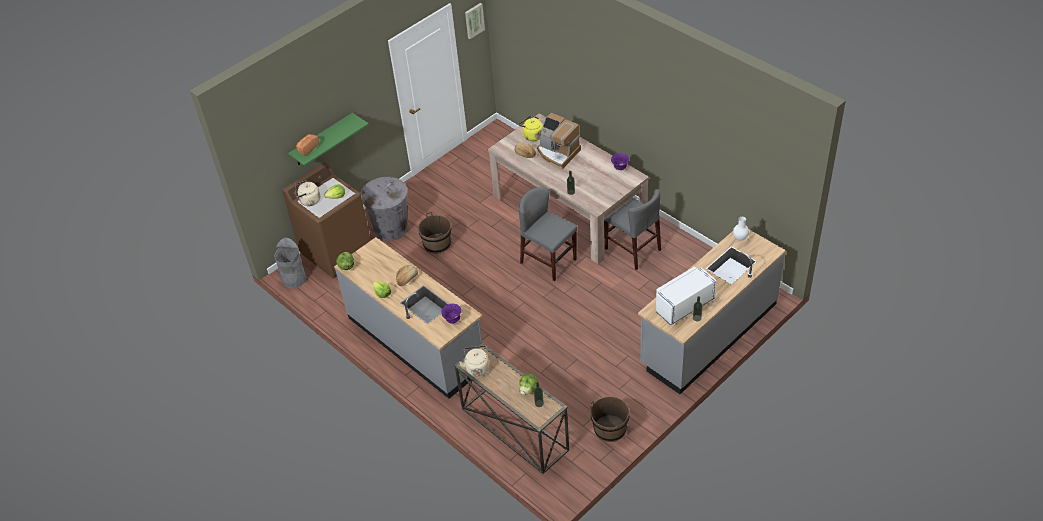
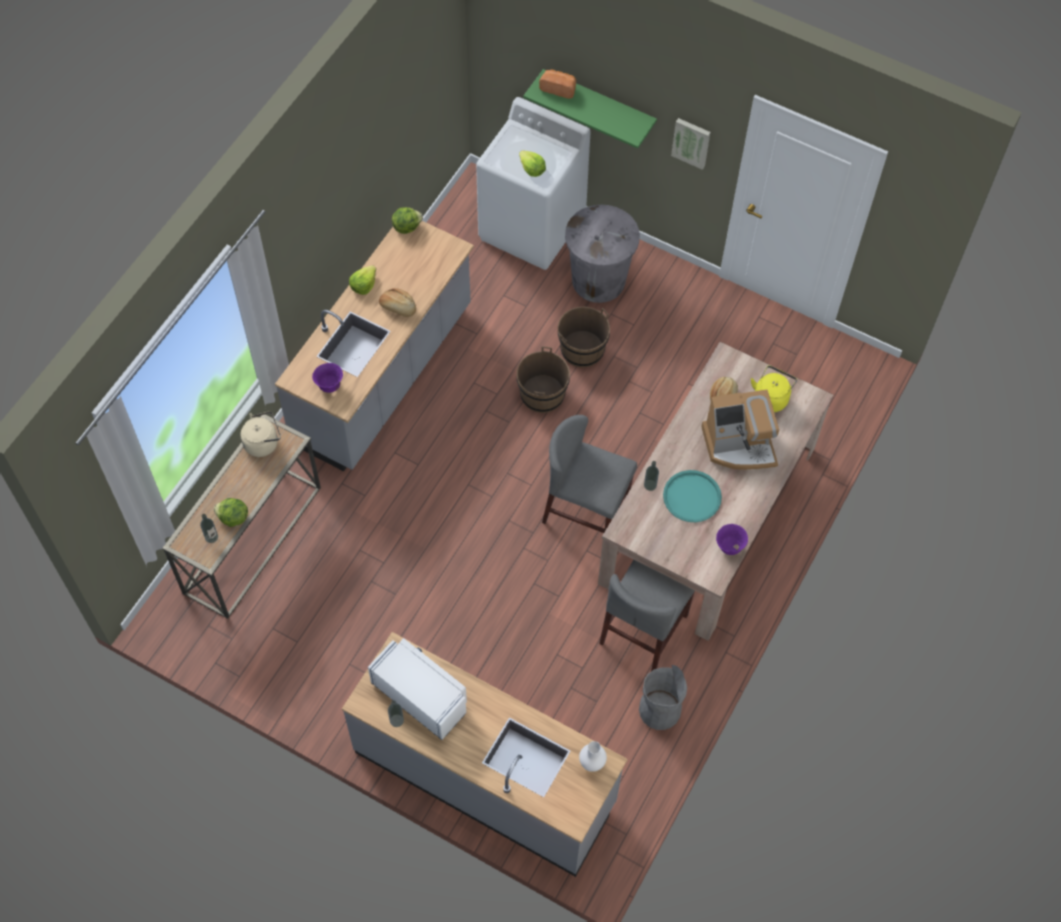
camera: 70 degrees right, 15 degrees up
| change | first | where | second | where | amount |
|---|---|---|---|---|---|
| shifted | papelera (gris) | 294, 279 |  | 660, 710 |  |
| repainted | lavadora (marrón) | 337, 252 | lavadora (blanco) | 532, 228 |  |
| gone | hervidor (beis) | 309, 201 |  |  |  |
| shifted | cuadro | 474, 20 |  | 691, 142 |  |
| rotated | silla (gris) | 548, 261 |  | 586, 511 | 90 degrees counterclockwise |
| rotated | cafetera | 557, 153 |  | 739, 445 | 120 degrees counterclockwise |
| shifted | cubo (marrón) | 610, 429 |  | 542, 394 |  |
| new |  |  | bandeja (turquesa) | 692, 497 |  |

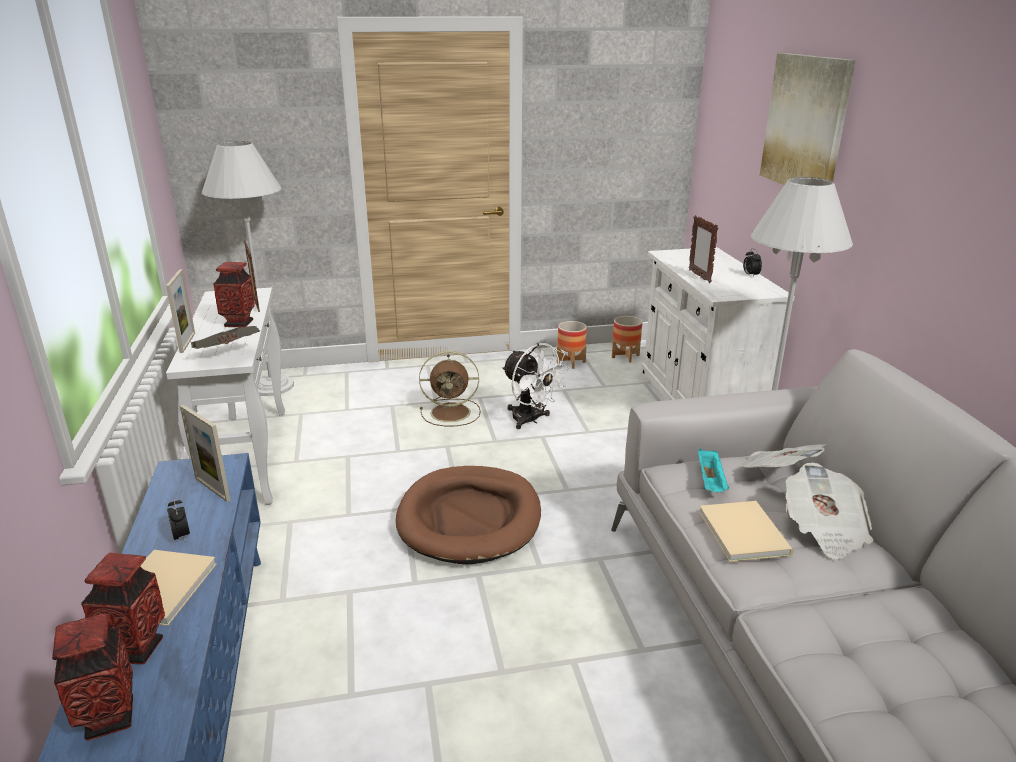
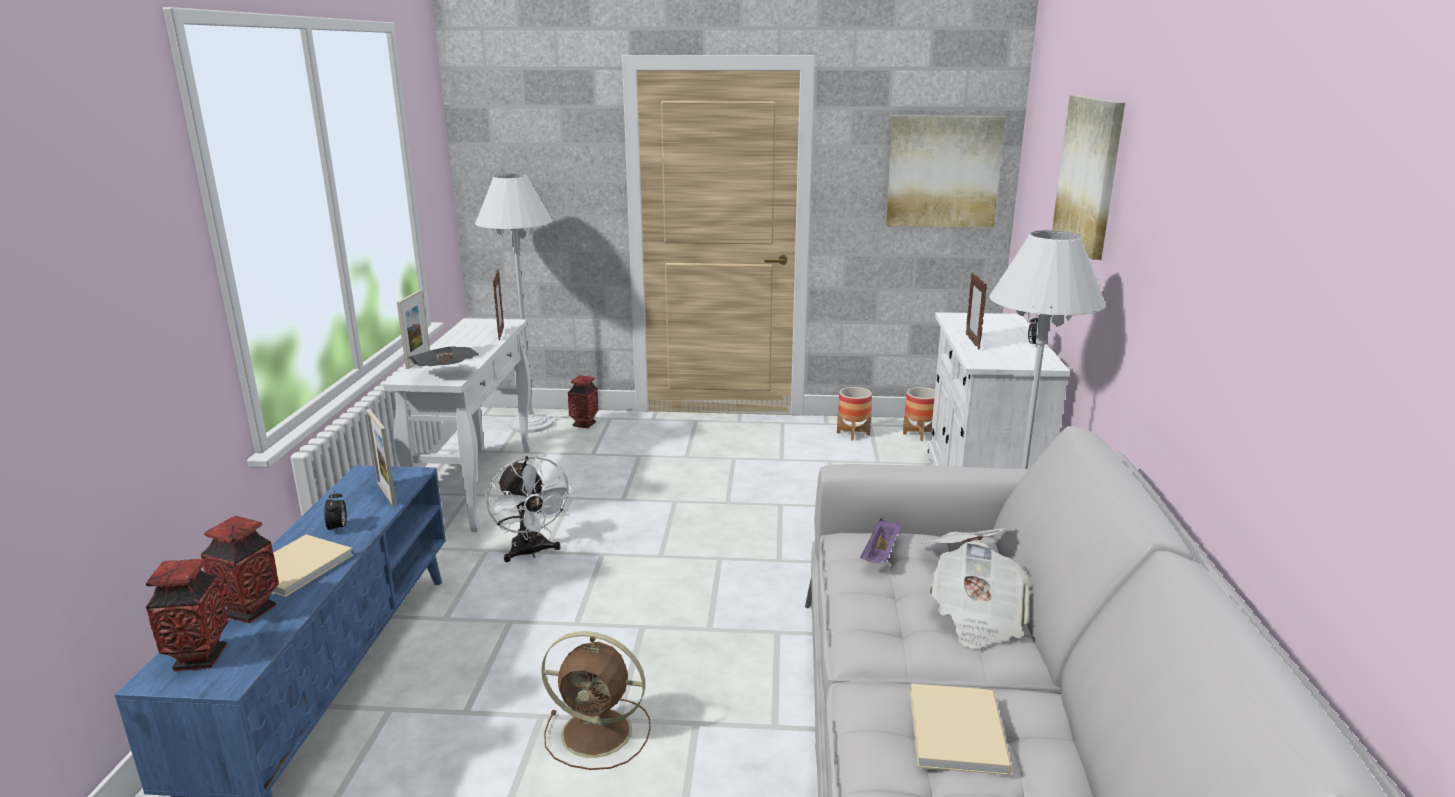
camera: 15 degrees right, 5 degrees down
| change | first | where | second | where | amount |
|---|---|---|---|---|---|
| shifted | florero | 239, 323 |  | 584, 424 |  |
| gone | cama para perro (marrón) | 469, 518 |  |  |  |
| shifted | ventilador (marrón) | 452, 412 |  | 600, 733 |  |
| shifted | ventilador (blanco) | 530, 420 |  | 531, 552 |  |
| repainted | bandeja (turquesa) | 711, 482 | bandeja (morado) | 880, 554 |  |
| shifted | libro (beis) | 744, 531 |  | 960, 729 |  |
| new |  |  | cuadro | 943, 171 |  |

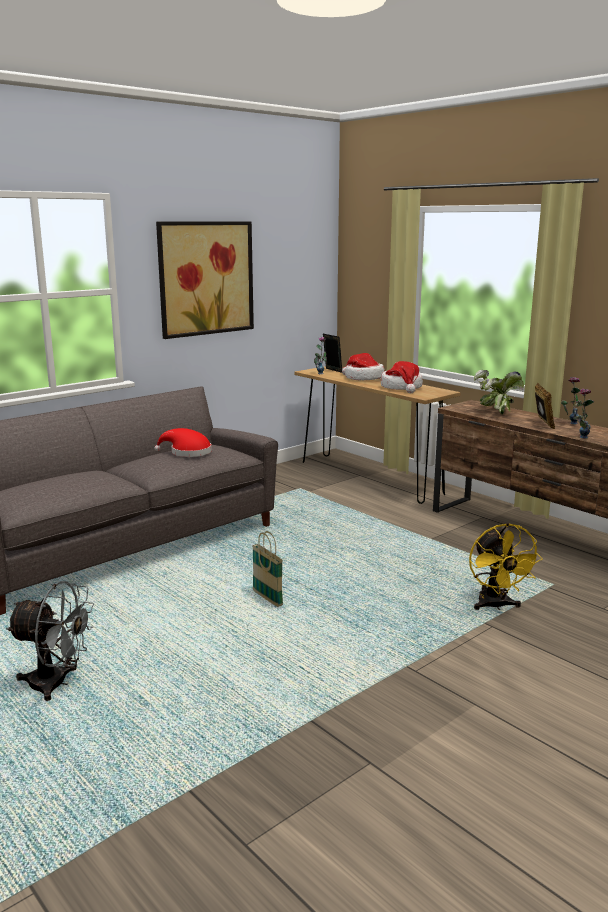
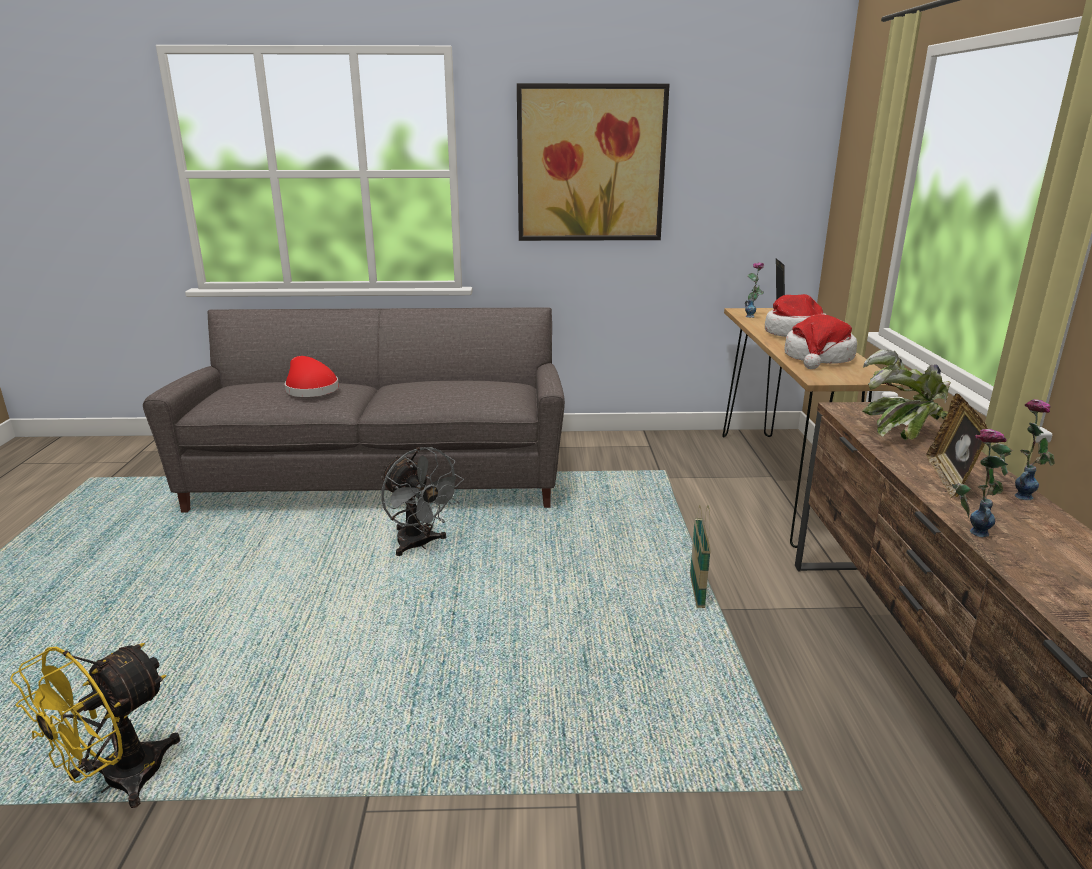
camera: 40 degrees right, 5 degrees up
| change | first | where | second | where | amount |
|---|---|---|---|---|---|
| shifted | ventilador (gris) | 57, 684 |  | 419, 545 |  |
| shifted | sombrero (rojo) | 187, 452 |  | 310, 389 |  |
| shifted | cesta | 267, 599 |  | 697, 592 |  |
| shifted | ventilador (amarillo) | 496, 606 |  | 118, 782 |  |
| rotated | portarretratos | 542, 423 |  | 949, 479 | 150 degrees clockwise |

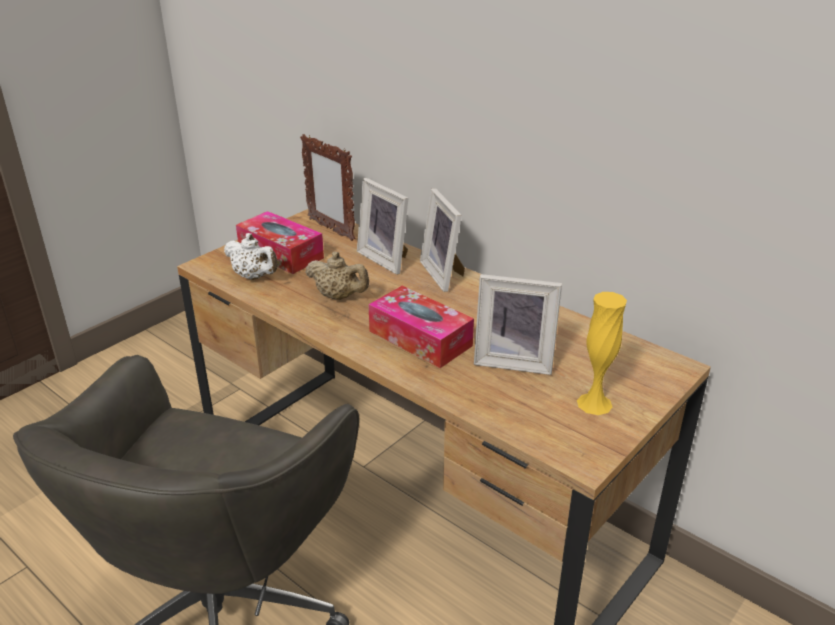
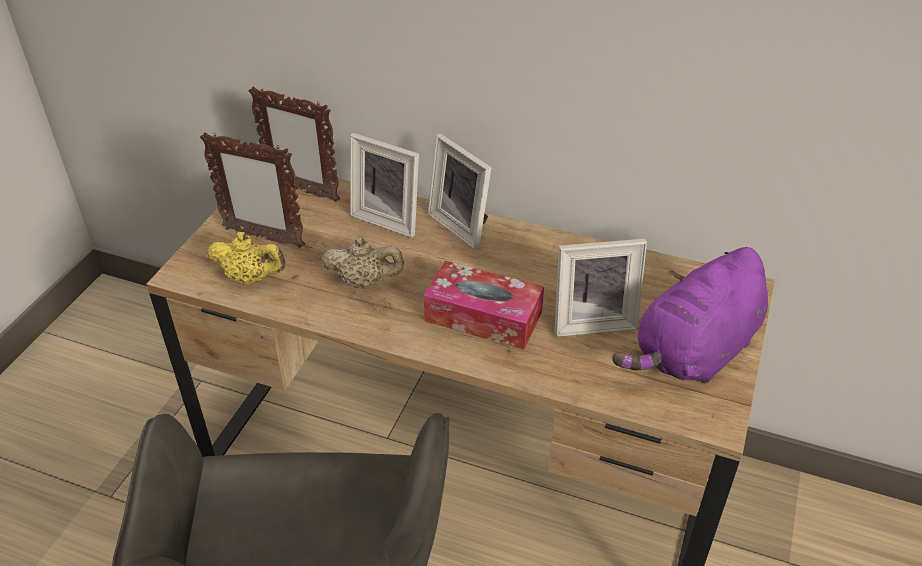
camera: 20 degrees left, 10 degrees up
| change | first | where | second | where | amount |
|---|---|---|---|---|---|
| repainted | tetera (blanco) | 254, 277 | tetera (amarillo) | 251, 278 |  |
| swapped | caja de pañuelos | 281, 253 | portarretratos | 263, 237 |  |
| swapped | florero (amarillo) | 594, 403 | peluche (morado) | 693, 352 |  |

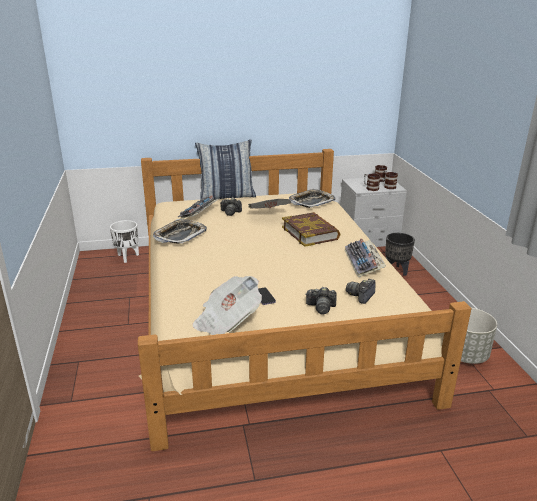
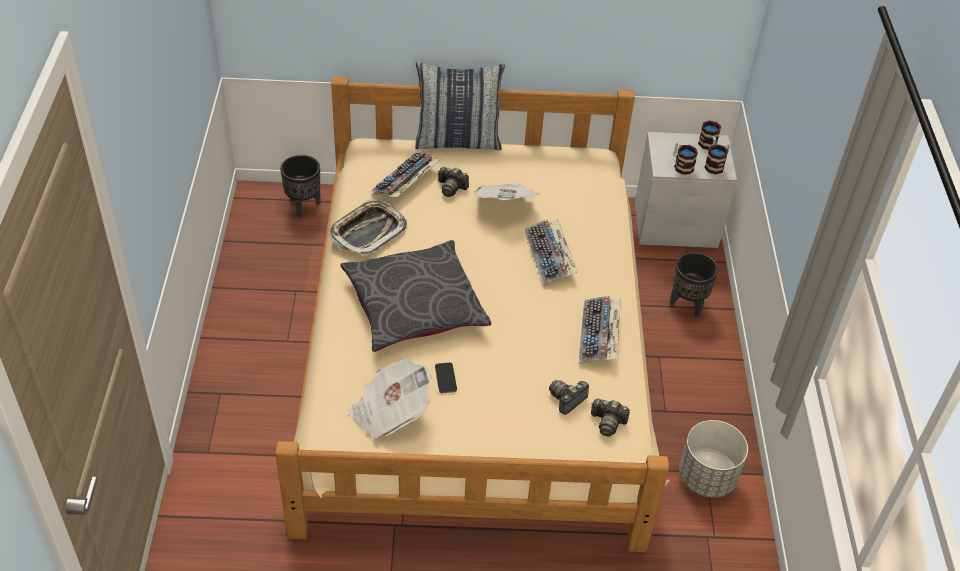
camera: 10 degrees right, 20 degrees up
| change | first | where | second | where | amount |
|---|---|---|---|---|---|
| repainted | maceta (blanco) | 127, 257 | maceta (negro) | 303, 206 |  |
| swapped | libro | 310, 233 | teclado | 550, 258 |  |
| gone | bandeja | 311, 202 |  |  |  |
| shifted | cámara | 321, 307 |  | 608, 422 |  |
| new |  |  | cojín (gris) | 414, 306 |  |

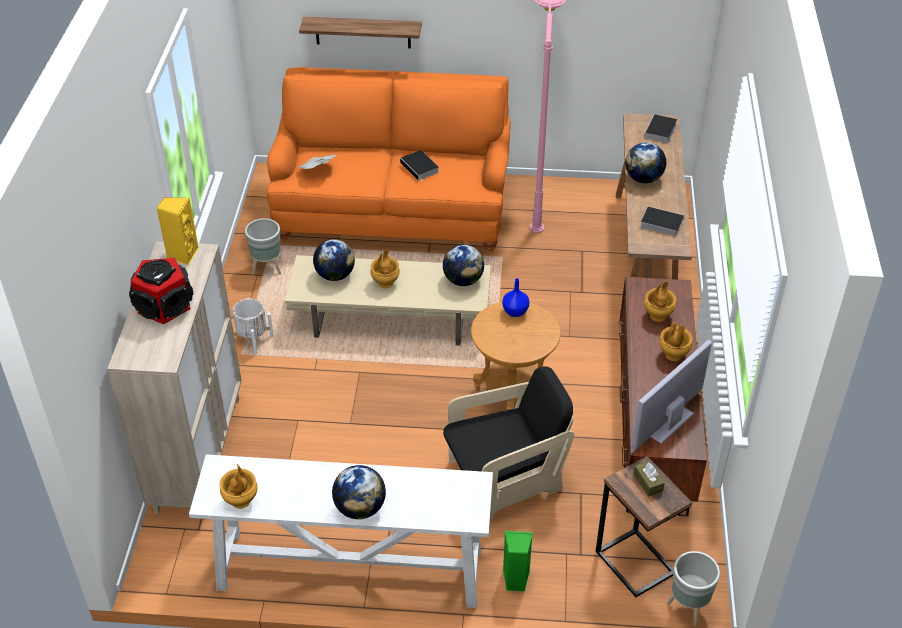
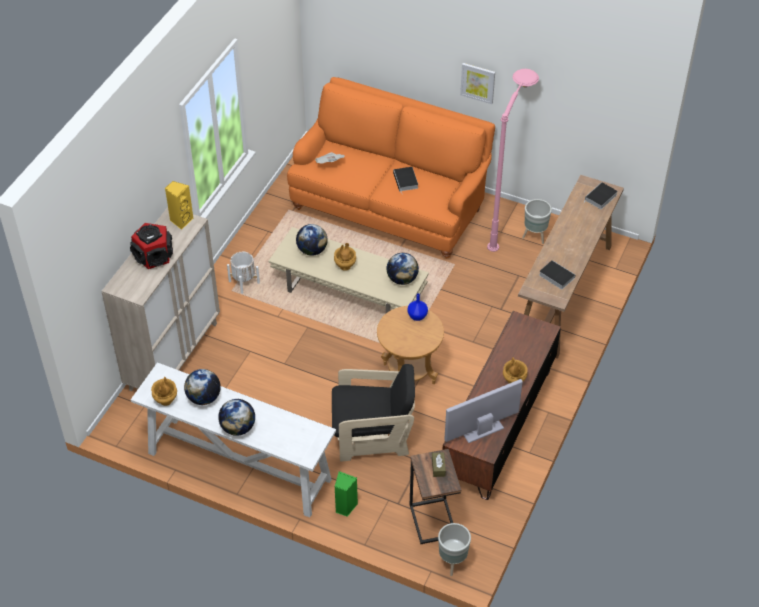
camera: 20 degrees right, 5 degrees up
| change | first | where | second | where | amount |
|---|---|---|---|---|---|
| shifted | maceta (gris) | 267, 268 |  | 534, 236 |  |
| gone | estante | 363, 32 |  |  |  |
| shifted | globo terráqueo | 643, 179 |  | 204, 398 |  |
| gone | florero (marrón) | 658, 316 |  |  |  |
| new |  |  | cuadro | 478, 82 |  |

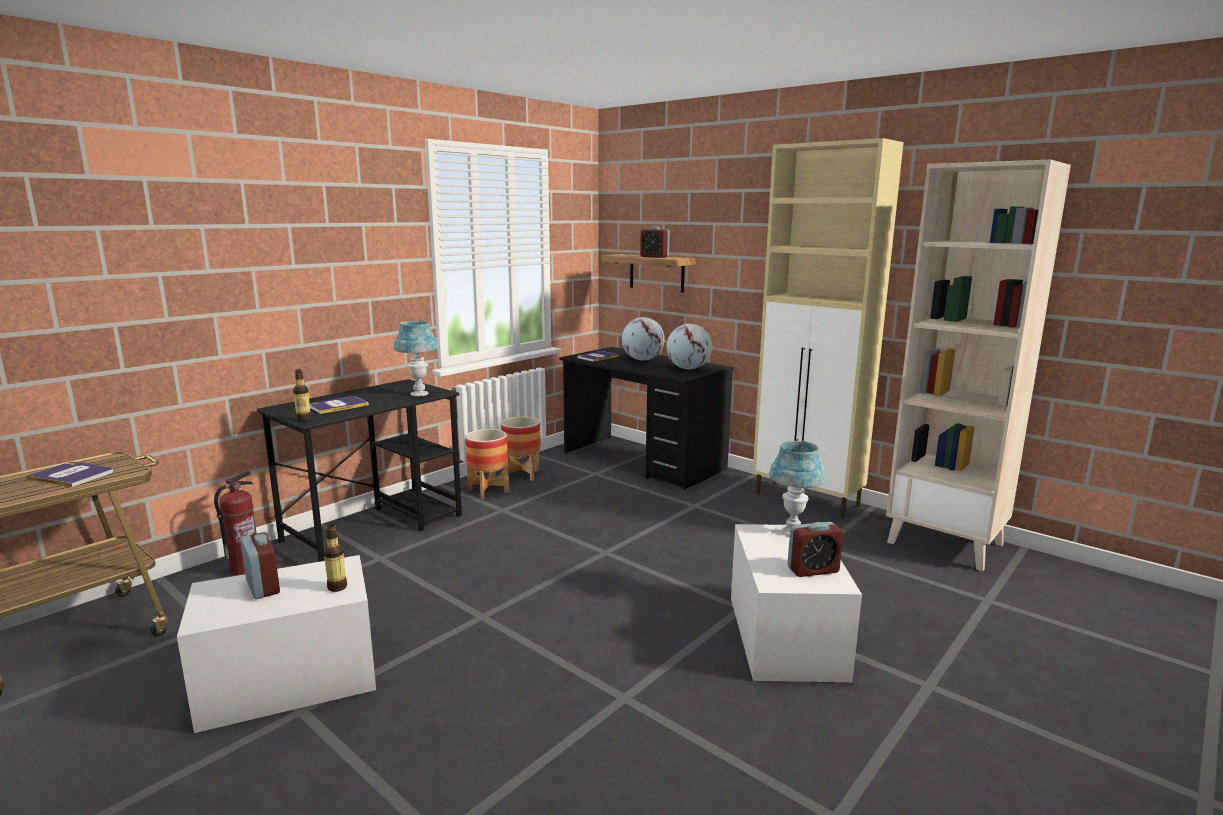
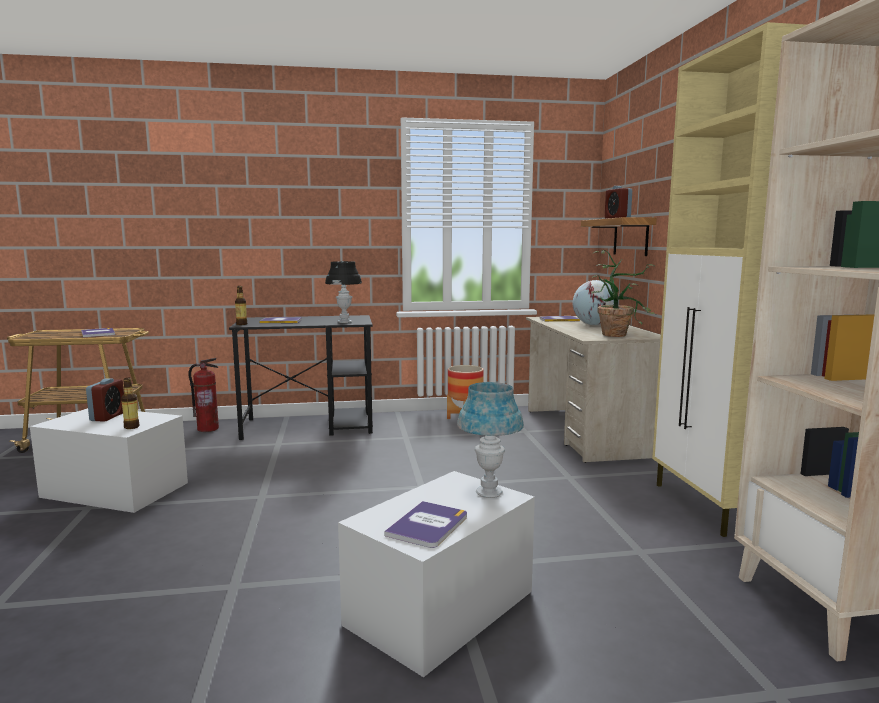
camera: 40 degrees right, 5 degrees down
| change | first | where | second | where | amount |
|---|---|---|---|---|---|
| repainted | lámpara de mesa (azul) | 419, 394 | lámpara de mesa (negro) | 344, 322 |  |
| gone | maceta | 488, 490 |  |  |  |
| repainted | escritorio (negro) | 643, 461 | escritorio (beis) | 587, 432 |  |
| swapped | globo terráqueo | 688, 369 | planta en maceta | 618, 334 |  |
| swapped | despertador | 813, 570 | libro | 428, 525 |  |

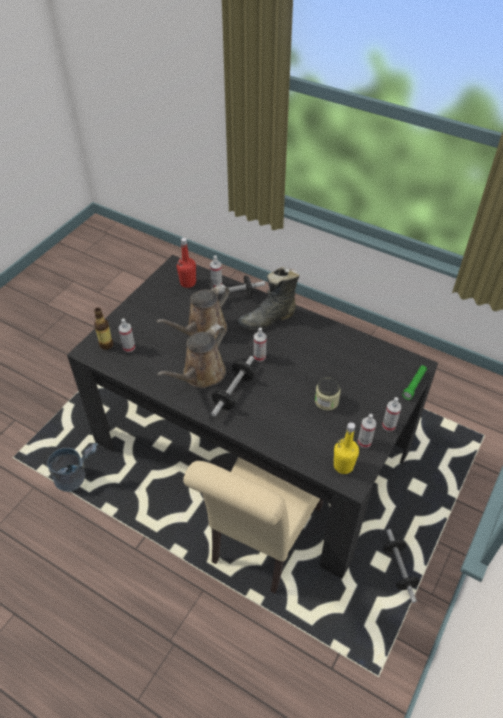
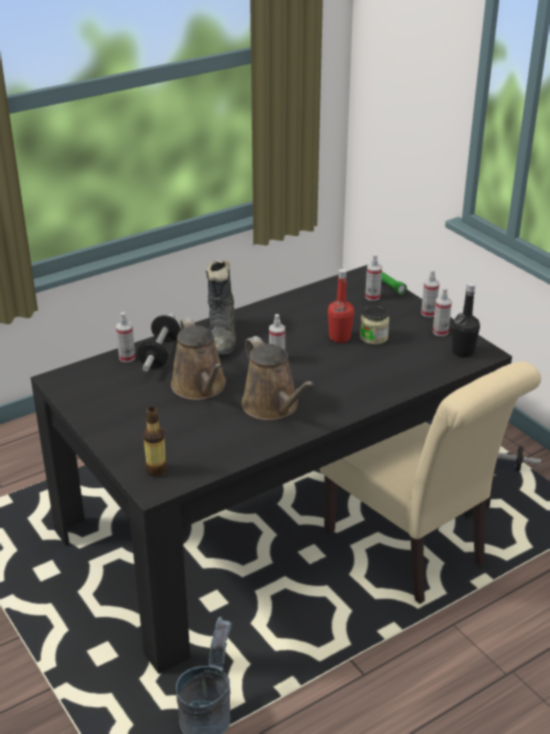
camera: 65 degrees left, 15 degrees down
| change | first | where | second | where | amount |
|---|---|---|---|---|---|
| shifted | pulverizador | 129, 347 |  | 372, 297 |  |
| shifted | botella (rojo) | 188, 283 |  | 339, 337 |  |
| gone | mancuerna | 233, 393 |  |  |  |
| repainted | botella (amarillo) | 343, 466 | botella (negro) | 463, 352 |  |

